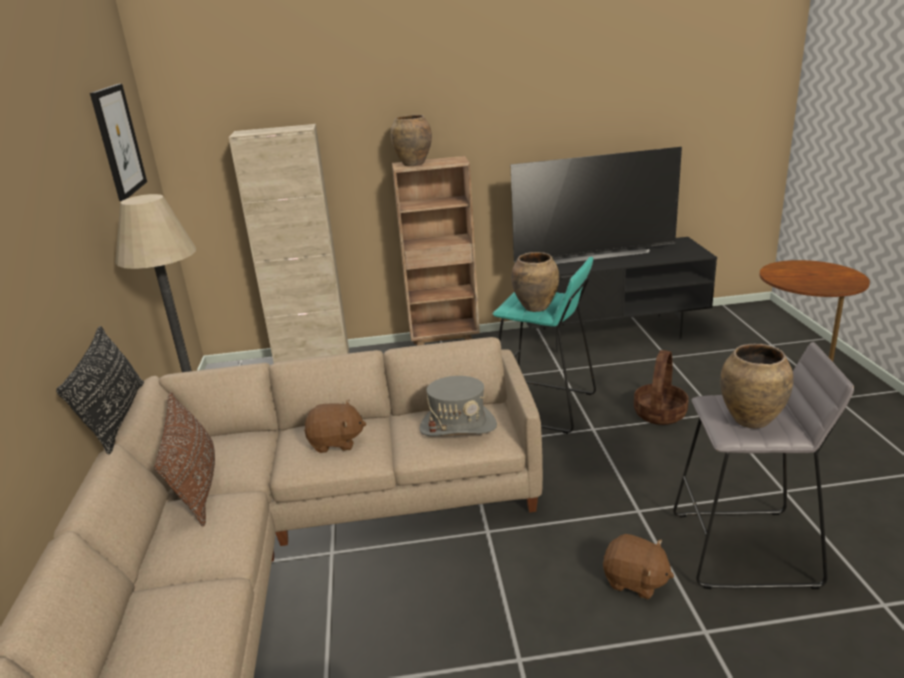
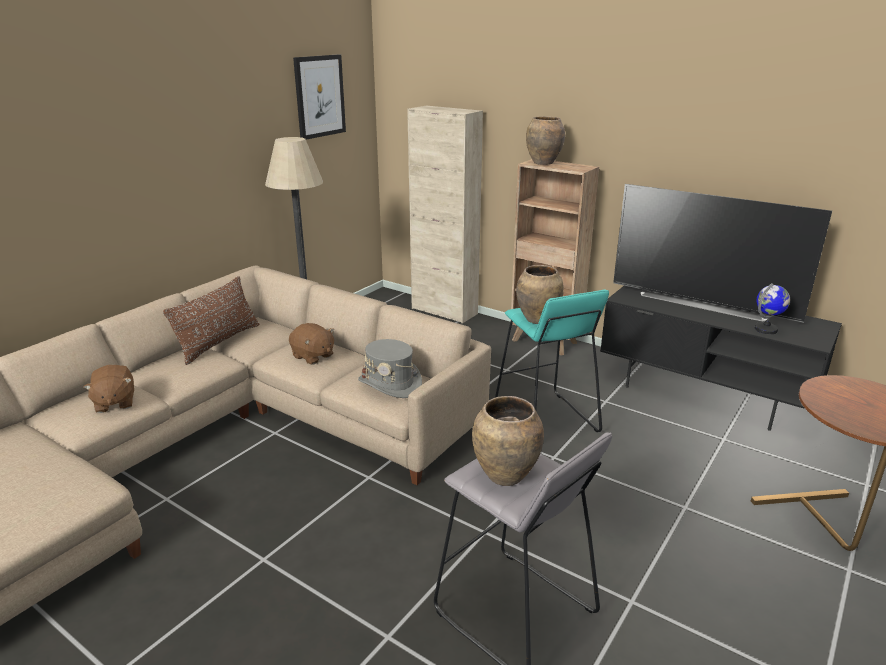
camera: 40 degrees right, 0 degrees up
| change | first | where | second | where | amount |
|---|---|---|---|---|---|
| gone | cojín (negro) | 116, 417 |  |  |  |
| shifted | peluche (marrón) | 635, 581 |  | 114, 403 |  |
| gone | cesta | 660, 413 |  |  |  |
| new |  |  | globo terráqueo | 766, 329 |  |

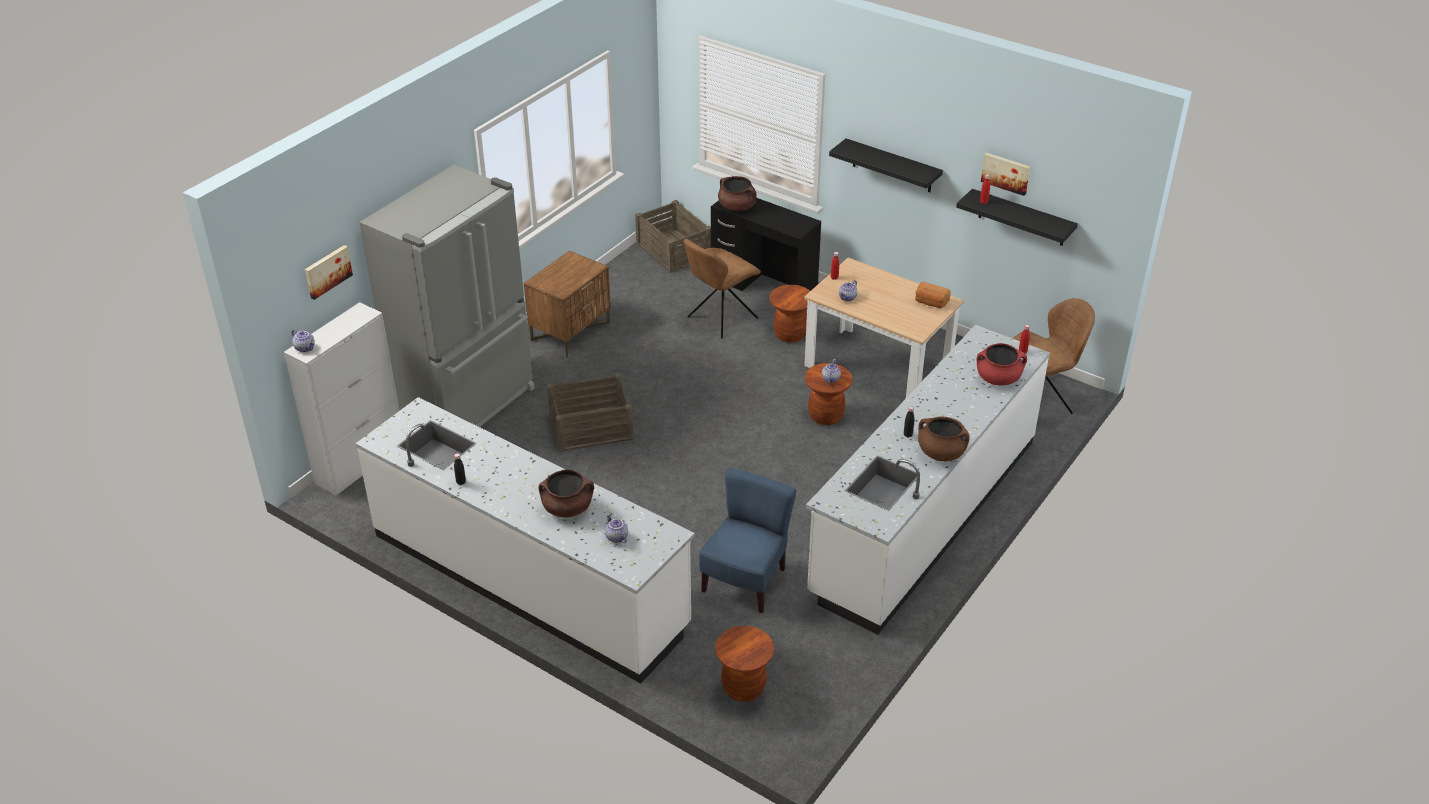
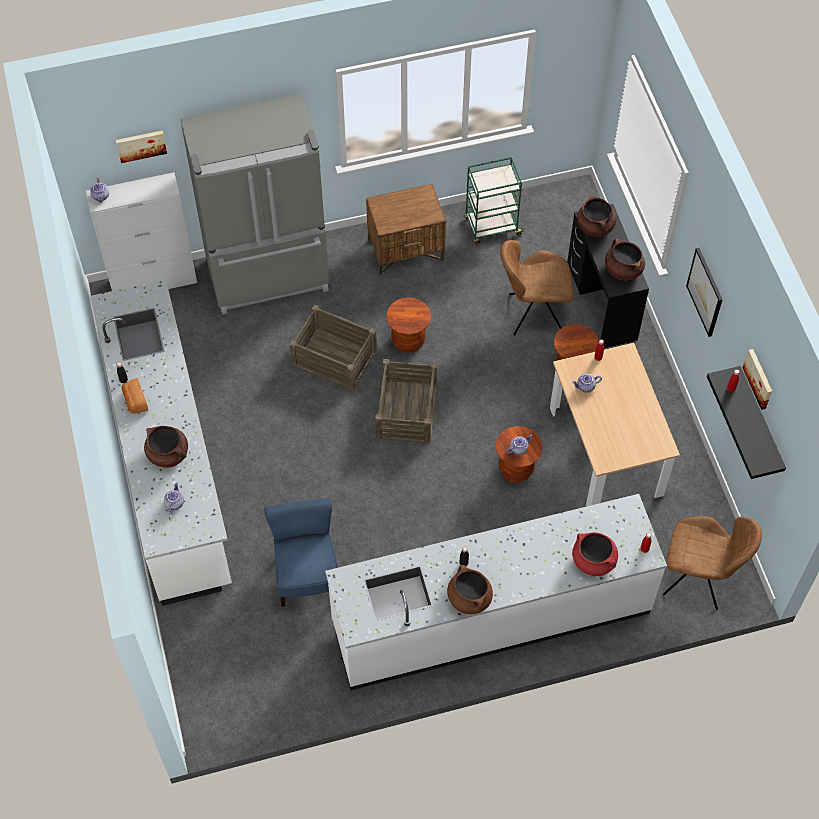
camera: 40 degrees right, 20 degrees up
| change | first | where | second | where | amount |
|---|---|---|---|---|---|
| shifted | caja de embalaje | 673, 250 |  | 406, 410 |  |
| rotated | silla (azul) | 745, 581 |  | 307, 576 | 75 degrees counterclockwise |
| shifted | taburete (marrón) | 743, 687 |  | 408, 341 |  |
| swapped | estante (negro) | 892, 166 | cuadro | 705, 292 |  |
| shifted | pan | 930, 303 |  | 135, 401 |  |
| new |  |  | carrito (verde) | 491, 227 |  |
| new |  |  | olla (marrón) | 623, 270 |  |

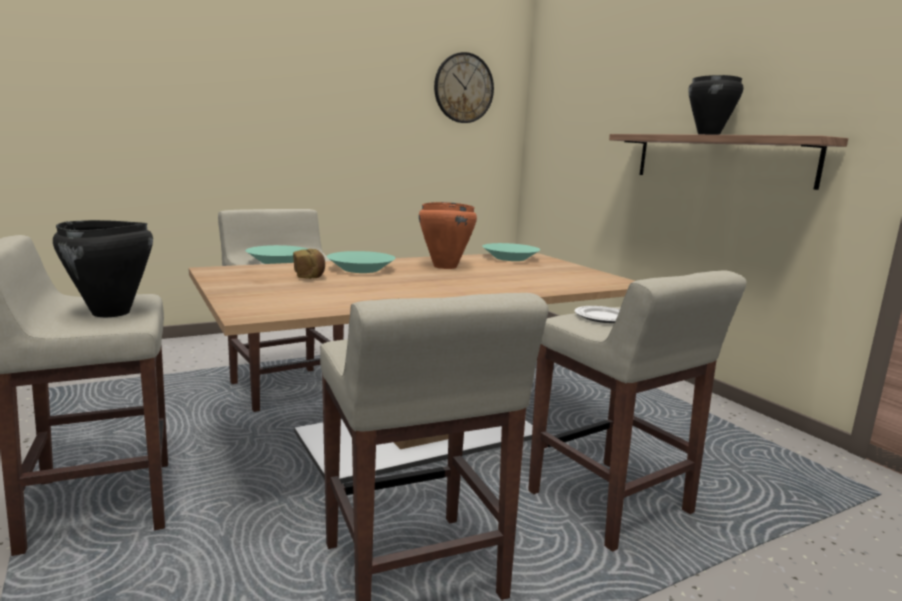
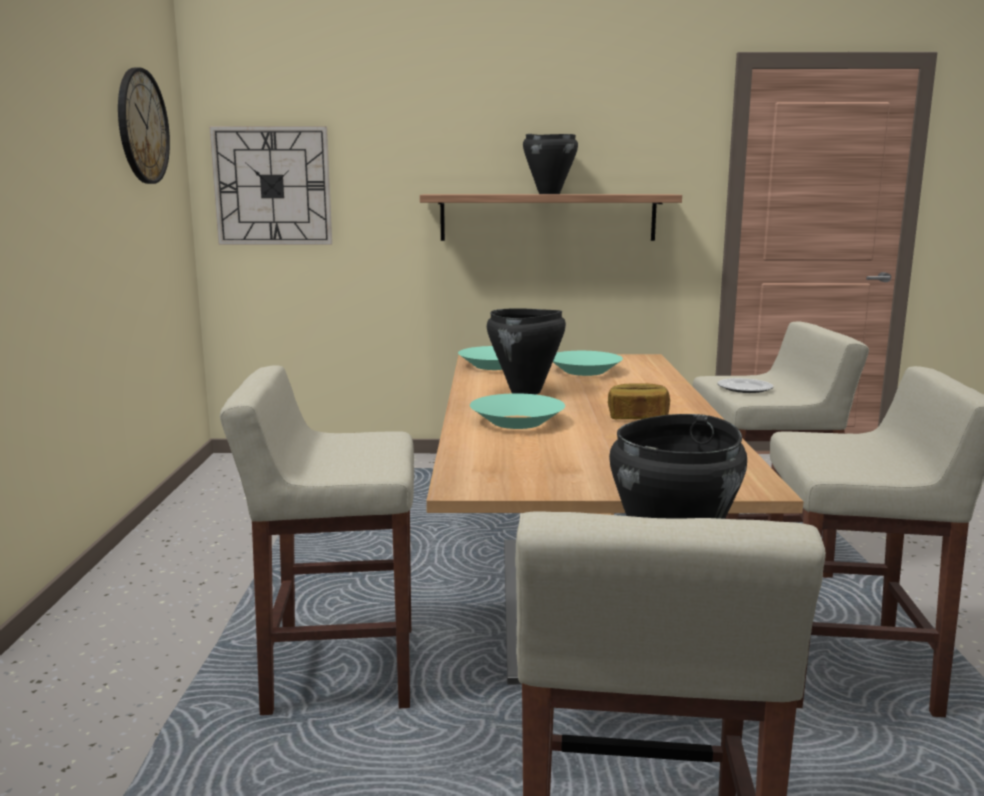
camera: 60 degrees left, 0 degrees up
| change | first | where | second | where | amount |
|---|---|---|---|---|---|
| shifted | cuenco (turquesa) | 278, 261 |  | 584, 371 |  |
| shifted | pan | 309, 276 |  | 637, 418 |  |
| repainted | olla (naranja) | 444, 266 | olla (negro) | 526, 392 |  |
| new |  |  | reloj de pared | 272, 186 |  |

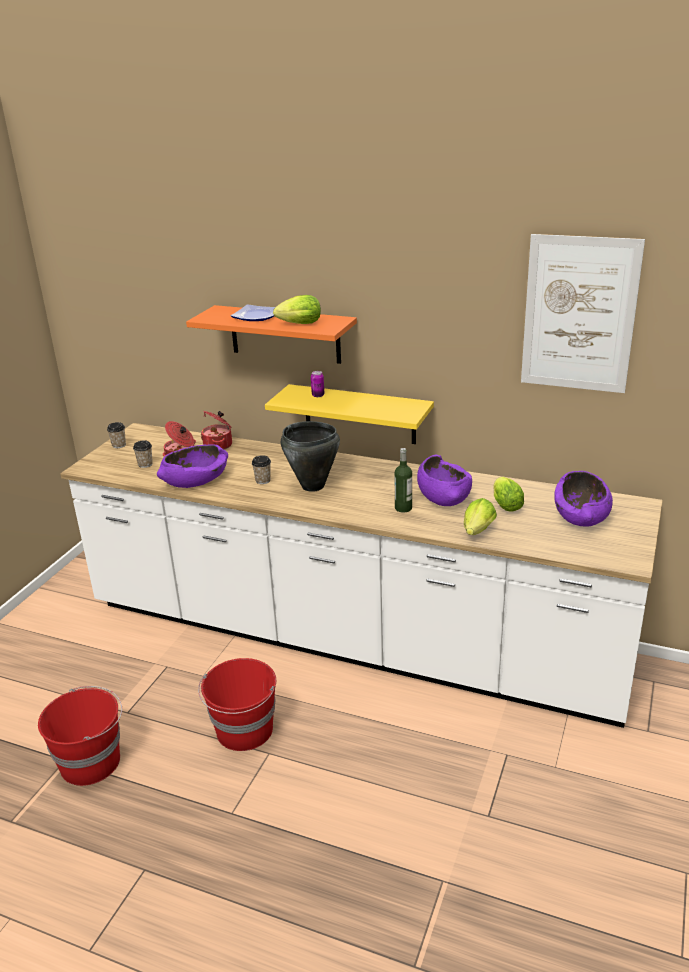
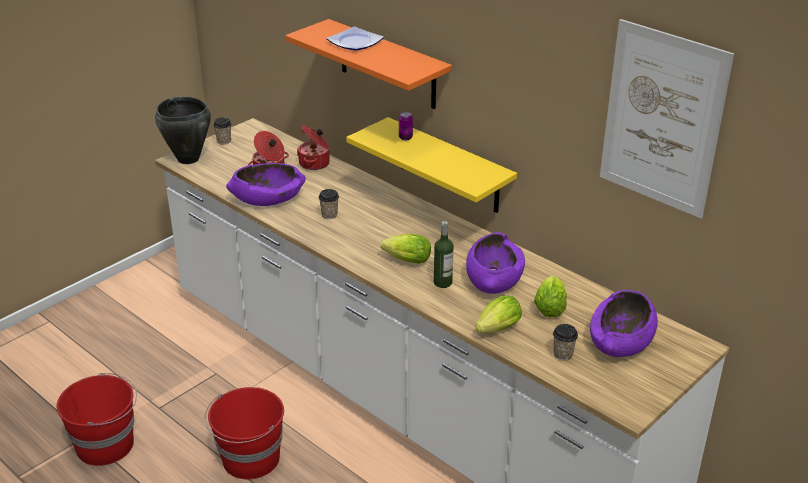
camera: 20 degrees right, 5 degrees up
| change | first | where | second | where | amount |
|---|---|---|---|---|---|
| shifted | taza | 145, 464 |  | 563, 354 |  |
| shifted | lechuga | 297, 324 |  | 405, 260 |  |
| shifted | olla (negro) | 313, 486 |  | 188, 159 |  |

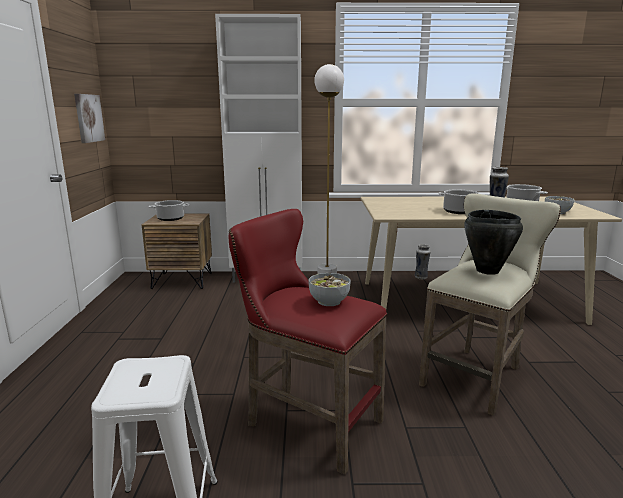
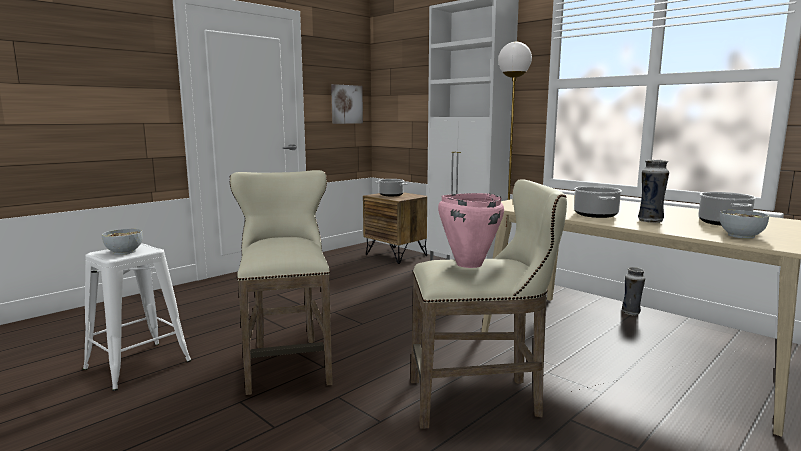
camera: 45 degrees right, 5 degrees down
| change | first | where | second | where | amount |
|---|---|---|---|---|---|
| repainted | taburete (rojo) | 307, 422 | taburete (beis) | 288, 361 |  |
| shifted | cuenco | 329, 301 |  | 124, 252 |  |
| repainted | olla (negro) | 487, 271 | olla (rosa) | 468, 264 |  |

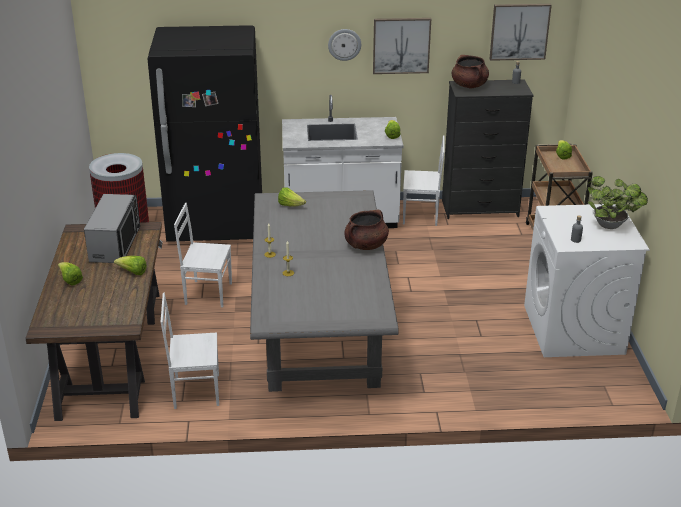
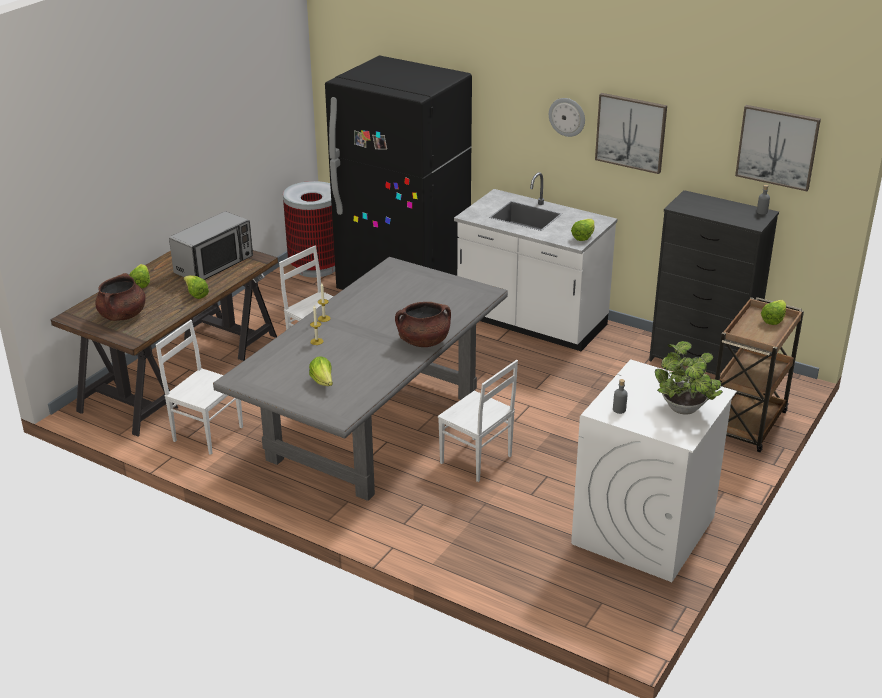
camera: 35 degrees right, 0 degrees up
| change | first | where | second | where | amount |
|---|---|---|---|---|---|
| shifted | lechuga | 290, 205 |  | 323, 382 |  |
| shifted | silla (blanco) | 421, 216 |  | 476, 460 |  |
| shifted | olla (marrón) | 469, 85 |  | 123, 315 |  |

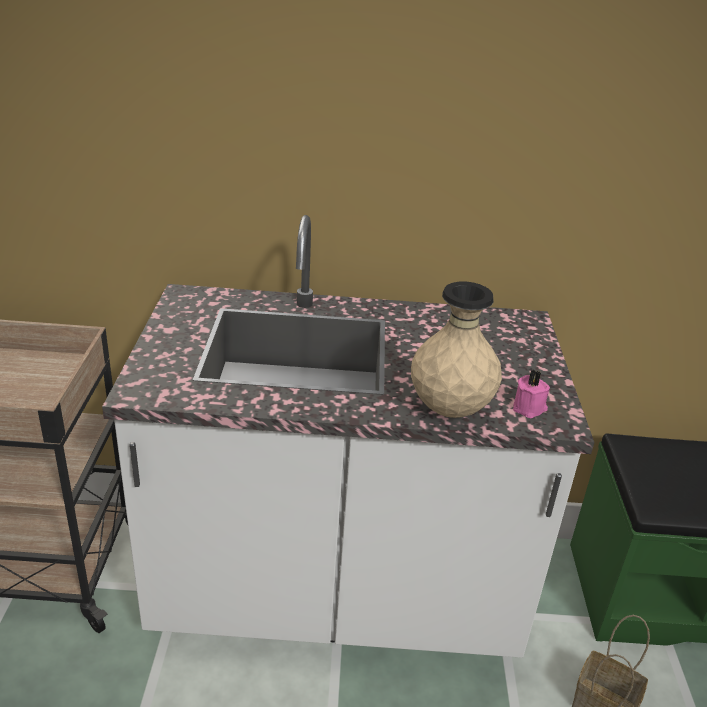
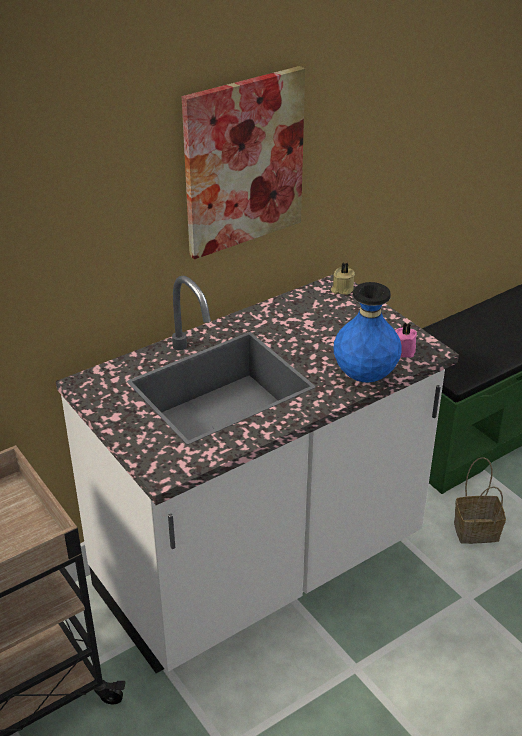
camera: 35 degrees left, 5 degrees up
| change | first | where | second | where | amount |
|---|---|---|---|---|---|
| repainted | florero (beis) | 449, 410 | florero (azul) | 364, 376 |  |
| new |  |  | cuadro | 243, 162 |  |
| new |  |  | vela (beis) | 342, 289 |  |

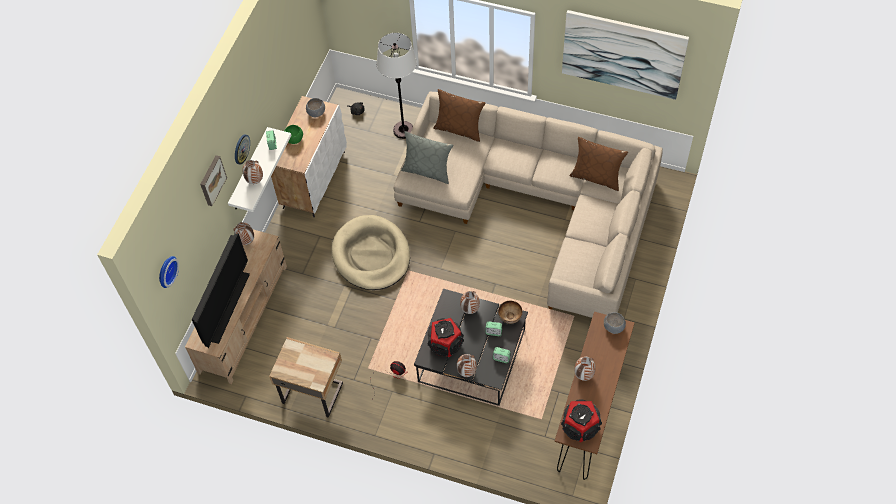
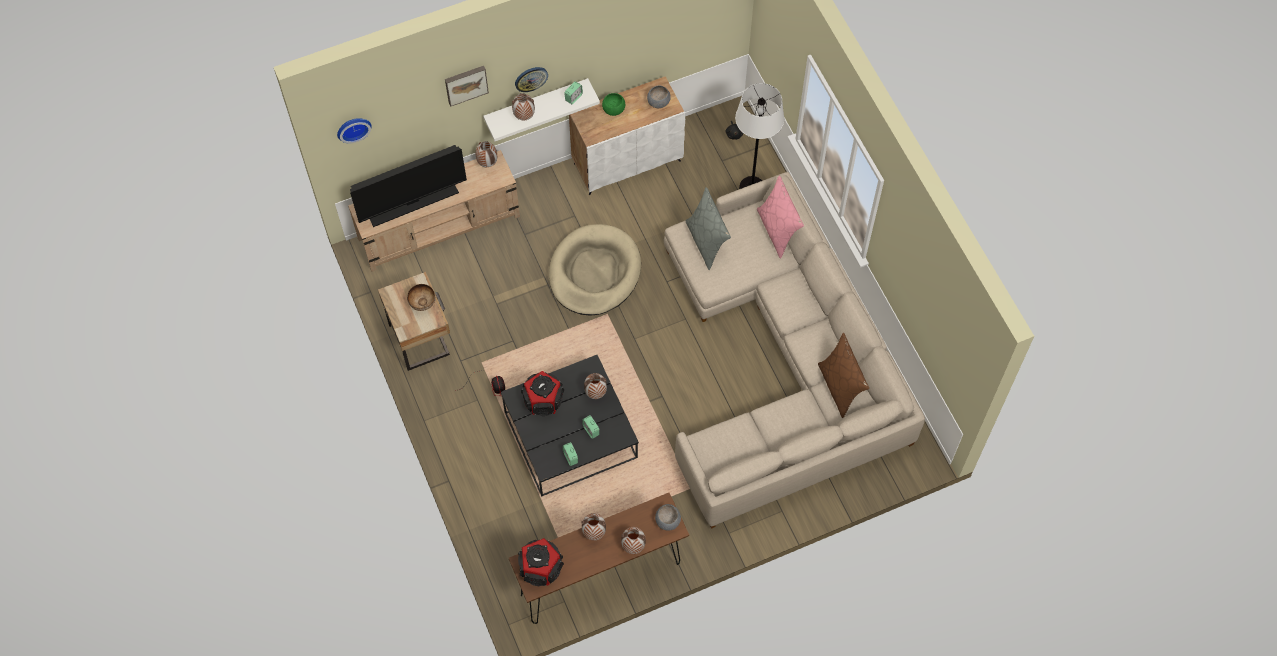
camera: 45 degrees right, 5 degrees up
| change | first | where | second | where | amount |
|---|---|---|---|---|---|
| repainted | cojín (marrón) | 459, 129 | cojín (rosa) | 777, 230 |  |
| shifted | florero | 467, 372 |  | 633, 546 |  |
| shifted | cuenco | 509, 317 |  | 422, 303 |  |
| gone | cuadro | 623, 54 |  |  |  |

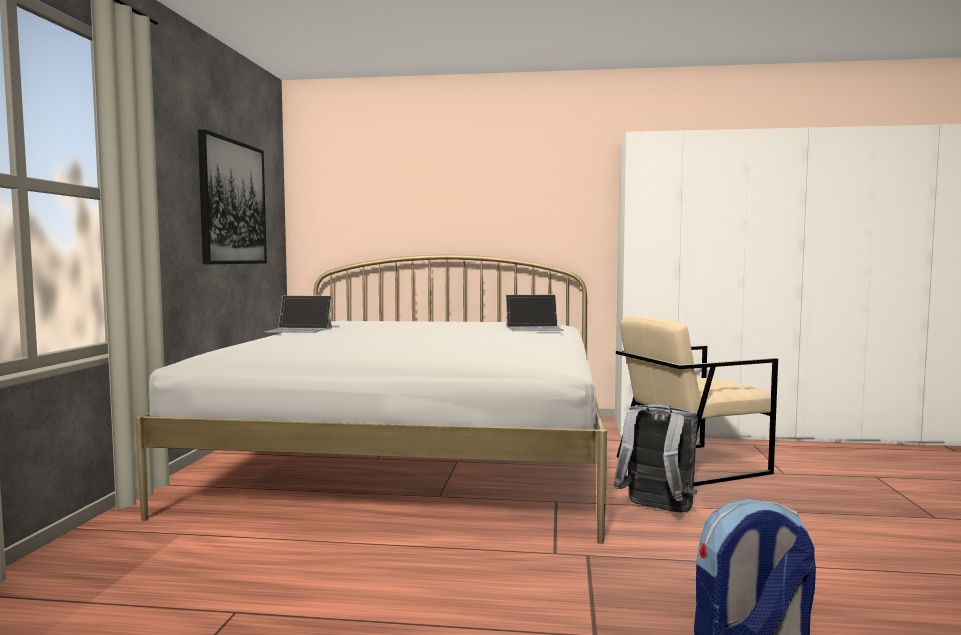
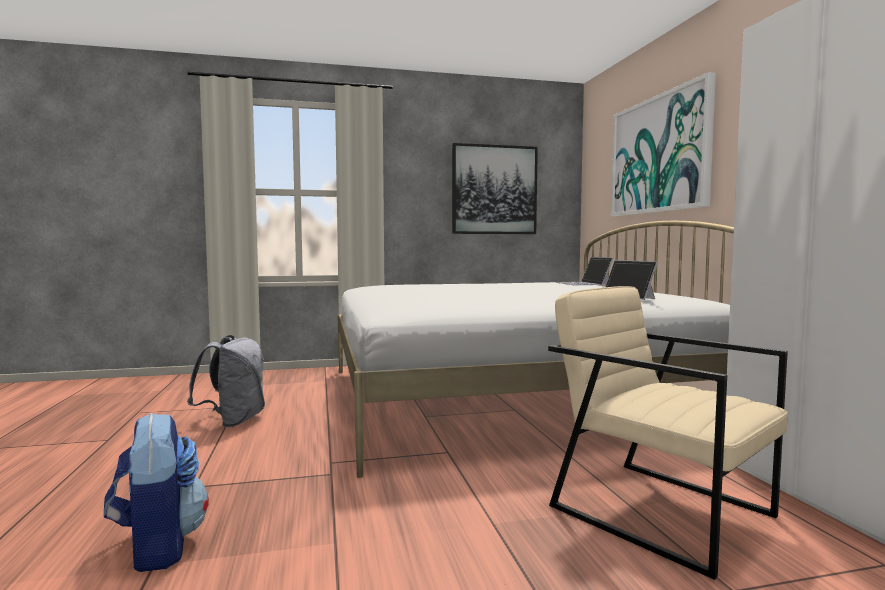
camera: 70 degrees right, 0 degrees up
| change | first | where | second | where | amount |
|---|---|---|---|---|---|
| shifted | portátil | 299, 330 |  | 583, 283 |  |
| shifted | mochila (gris) | 656, 510 |  | 233, 421 |  |
| new |  |  | cuadro | 659, 154 |  |

